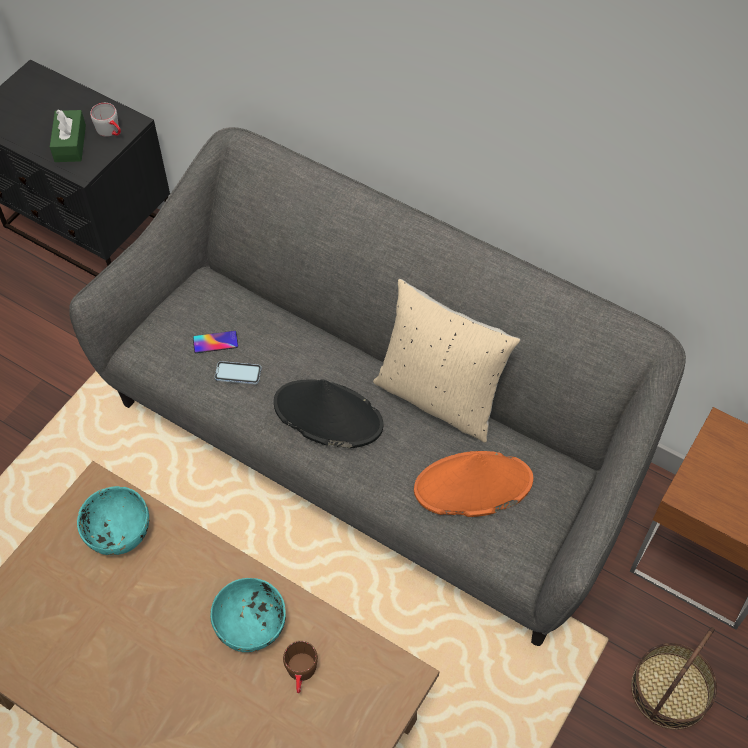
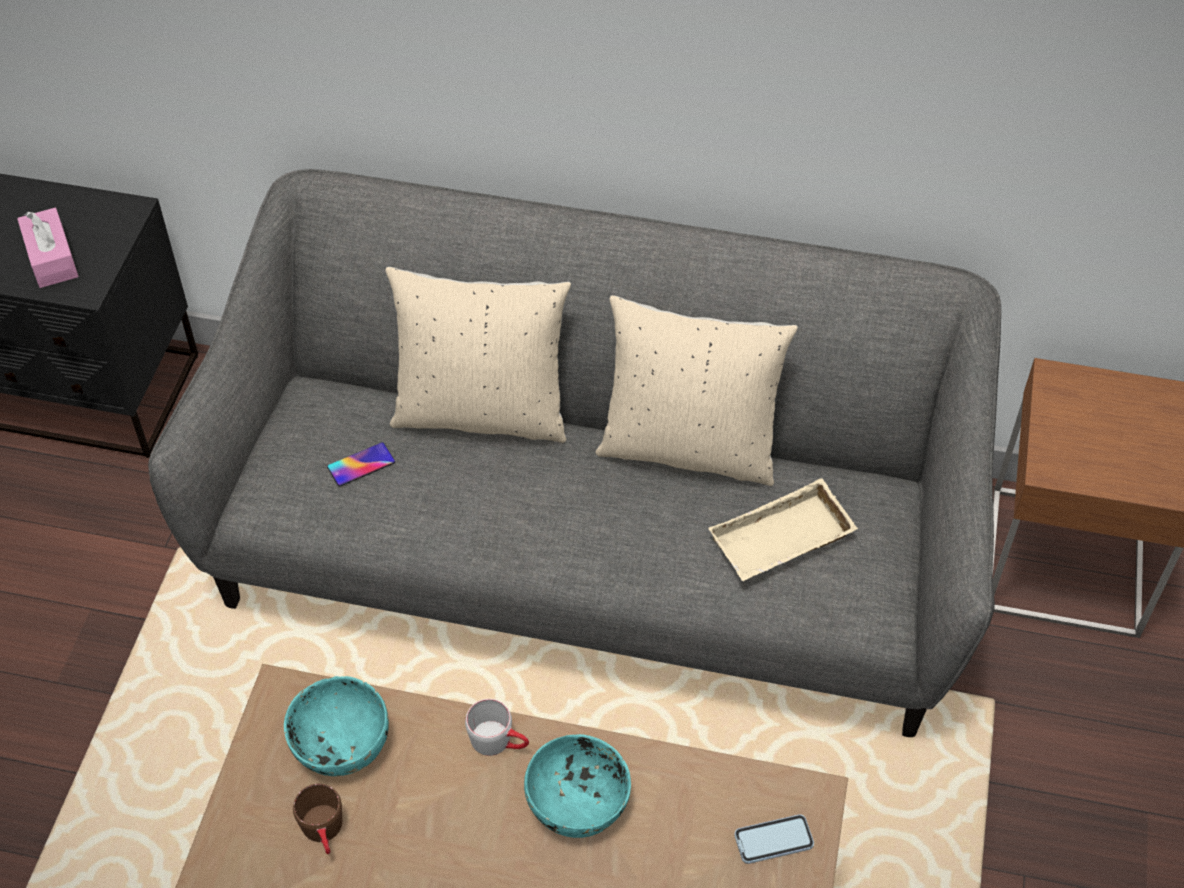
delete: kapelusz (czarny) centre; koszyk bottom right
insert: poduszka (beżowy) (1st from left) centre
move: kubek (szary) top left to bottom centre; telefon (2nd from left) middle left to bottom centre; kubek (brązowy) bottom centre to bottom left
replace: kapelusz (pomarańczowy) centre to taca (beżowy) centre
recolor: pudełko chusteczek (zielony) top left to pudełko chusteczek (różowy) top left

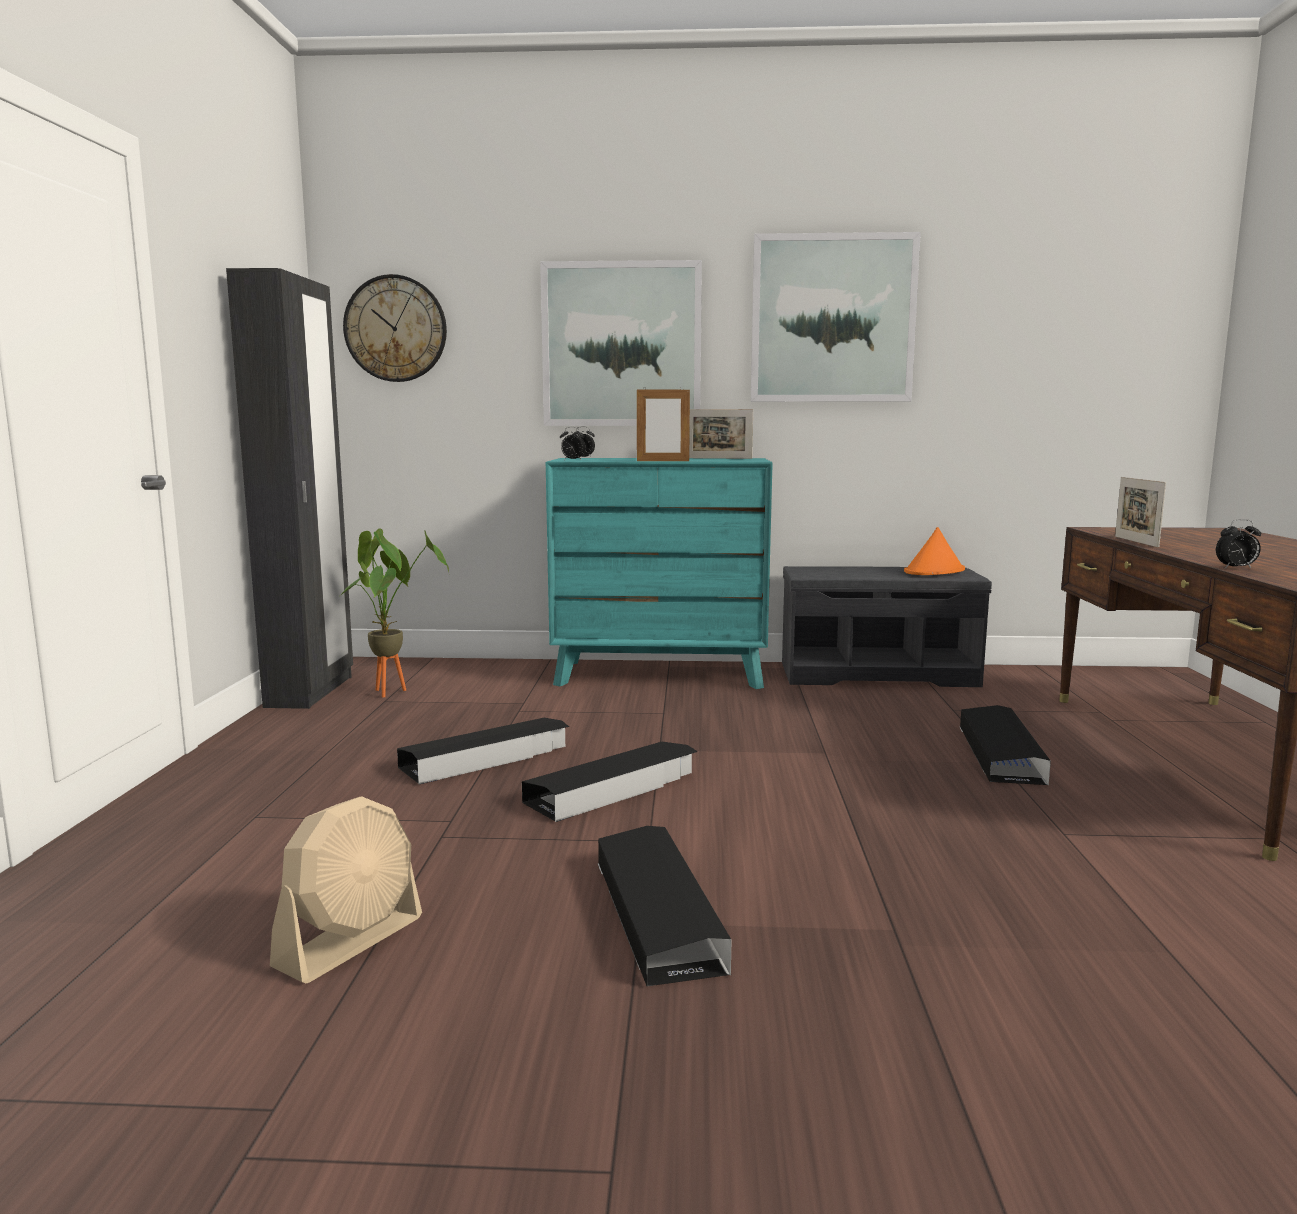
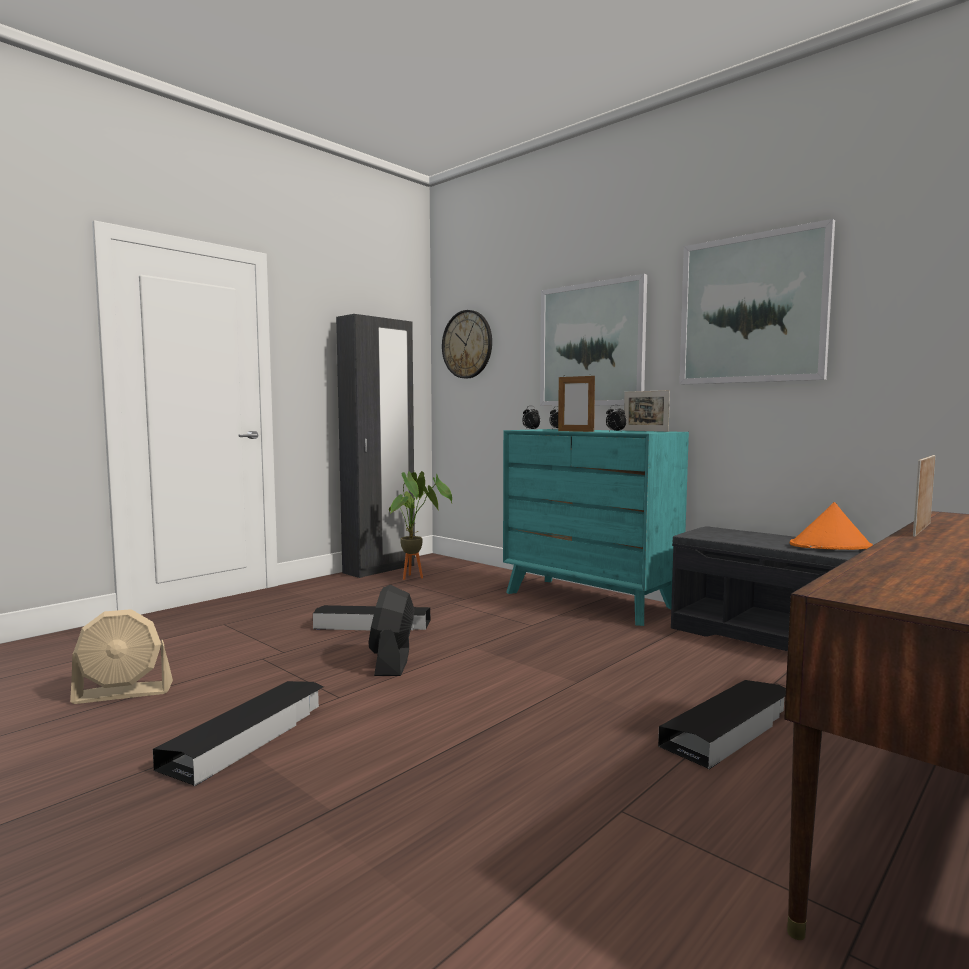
move: budzik (3rd from left) middle right to centre
replace: pojemnik do przechowywania (czarny) (2nd from left) centre to wentylator (czarny) centre

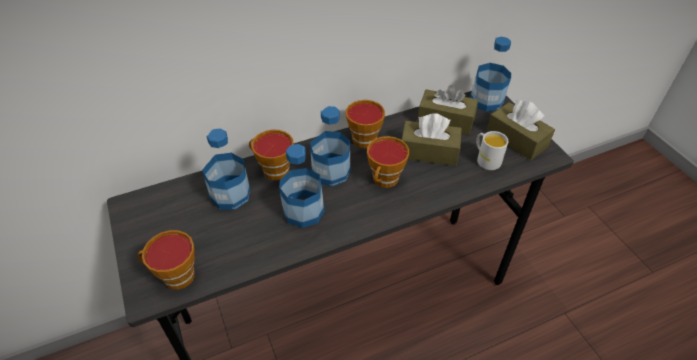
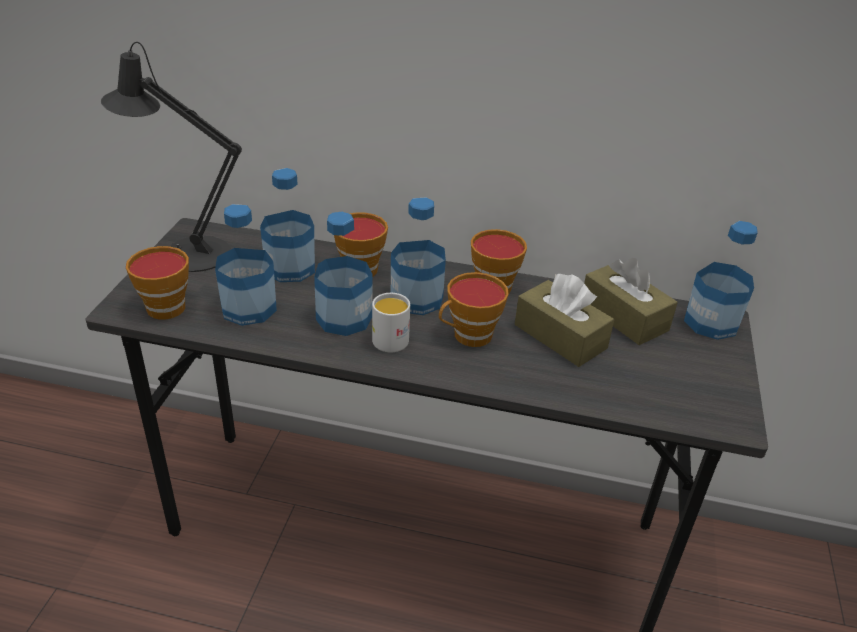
delete: pudełko chusteczek (brązowy) (3rd from left) middle right
insert: lampa stołowa (czarny) top left; butelka (1st from left) middle left
move: kubek (biały) middle right to centre

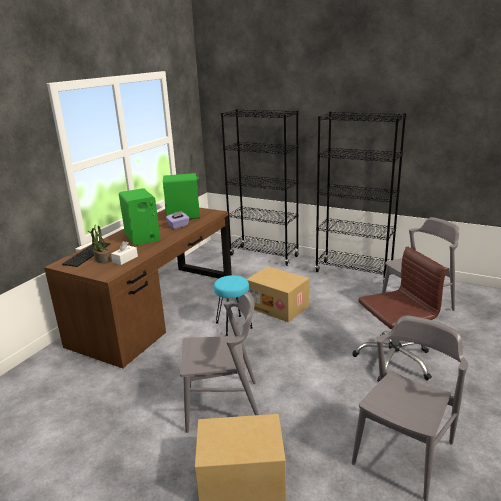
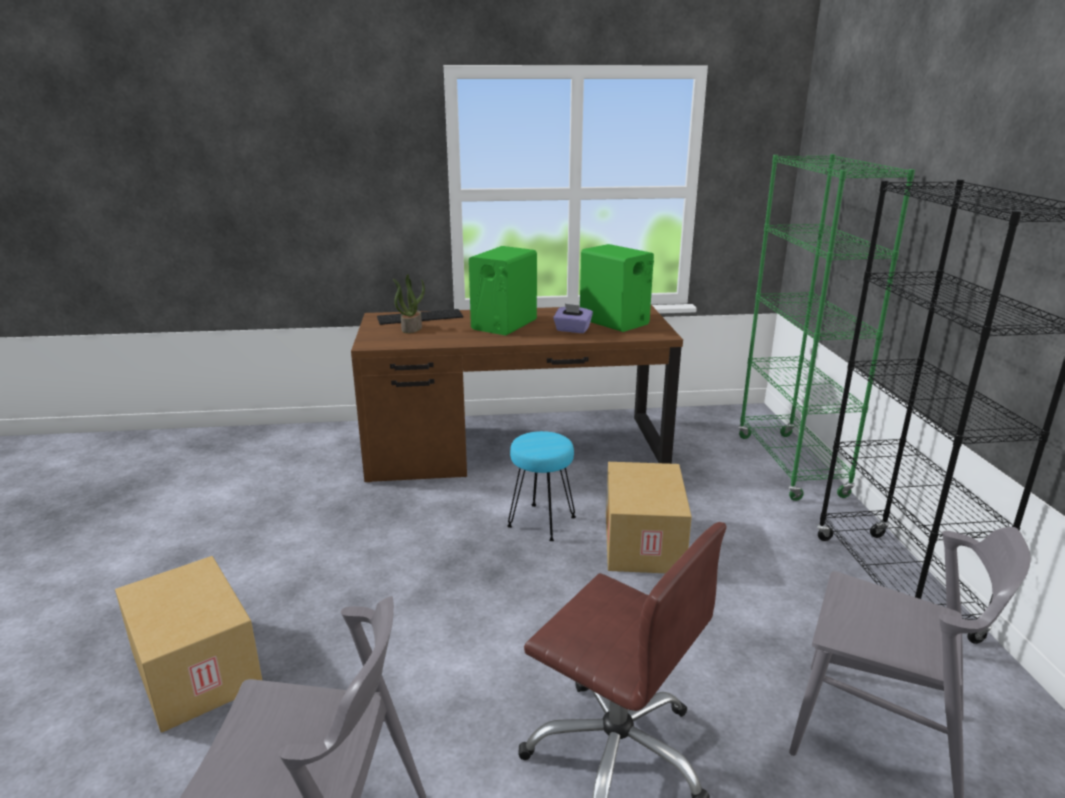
delete: pudełko chusteczek (biały) middle left; krzesło (szary) (1st from left) bottom centre
recolor: regał (czarny) (1st from left) centre to regał (zielony) middle right

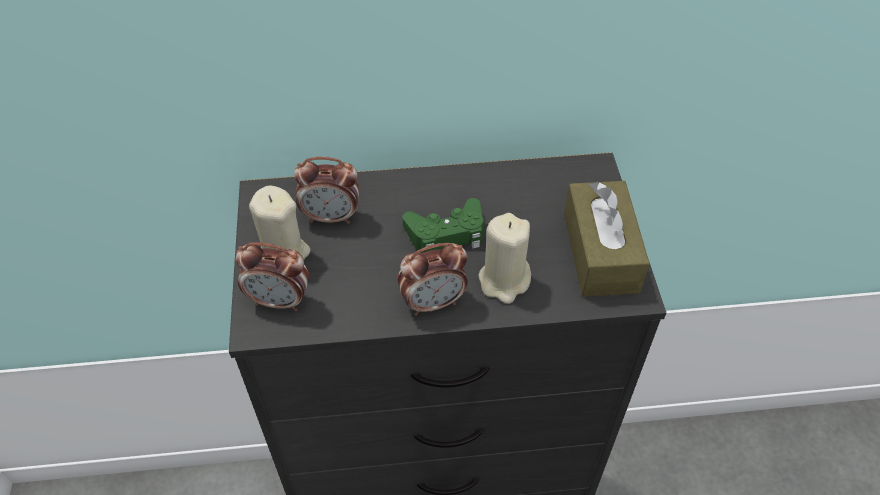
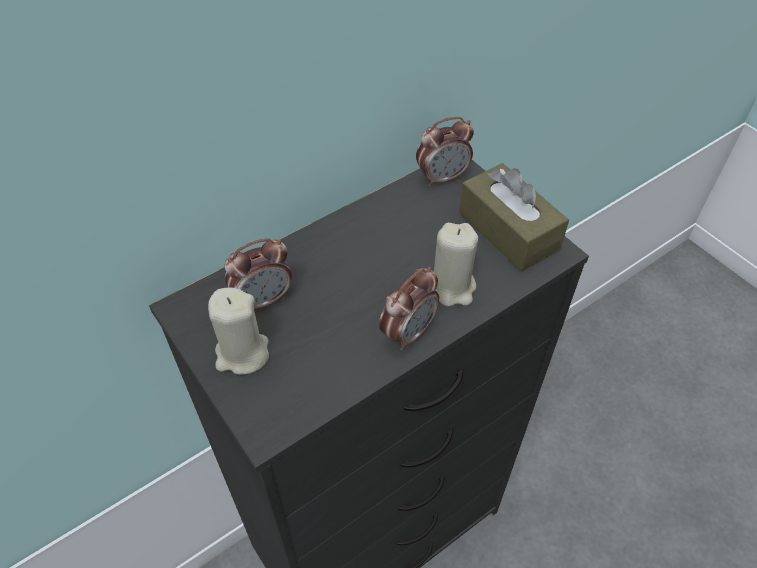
delete: pad do gier (zielony) centre
move: budzik (1st from left in the first image) middle left to budzik (3rd from left) top centre

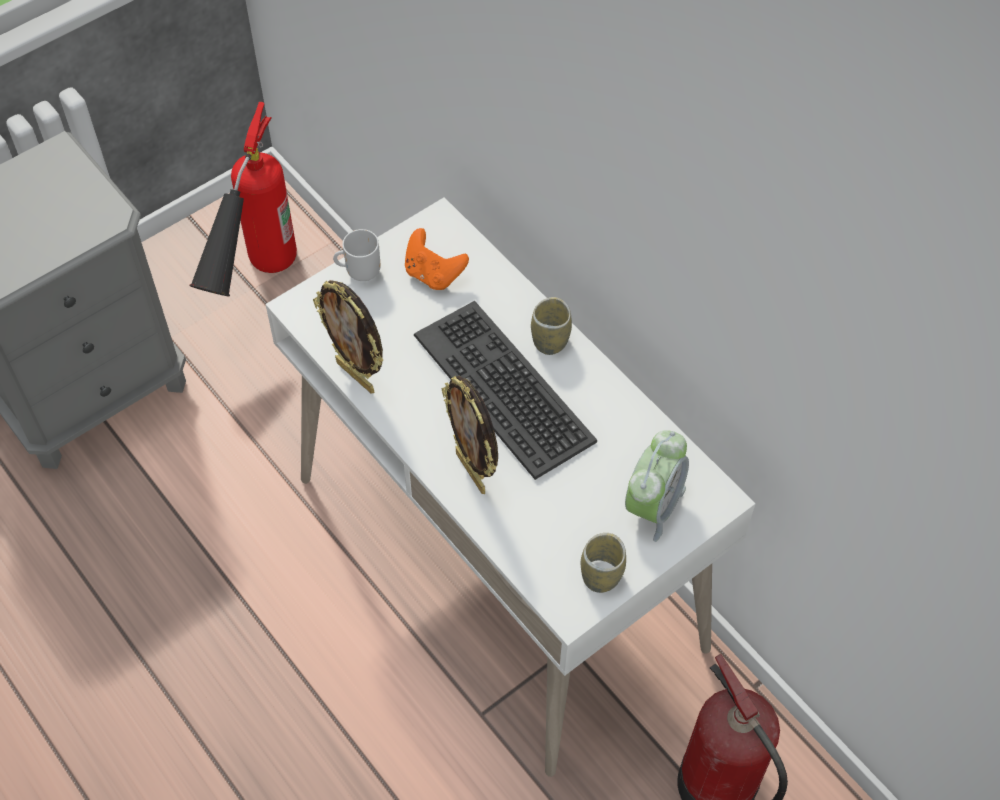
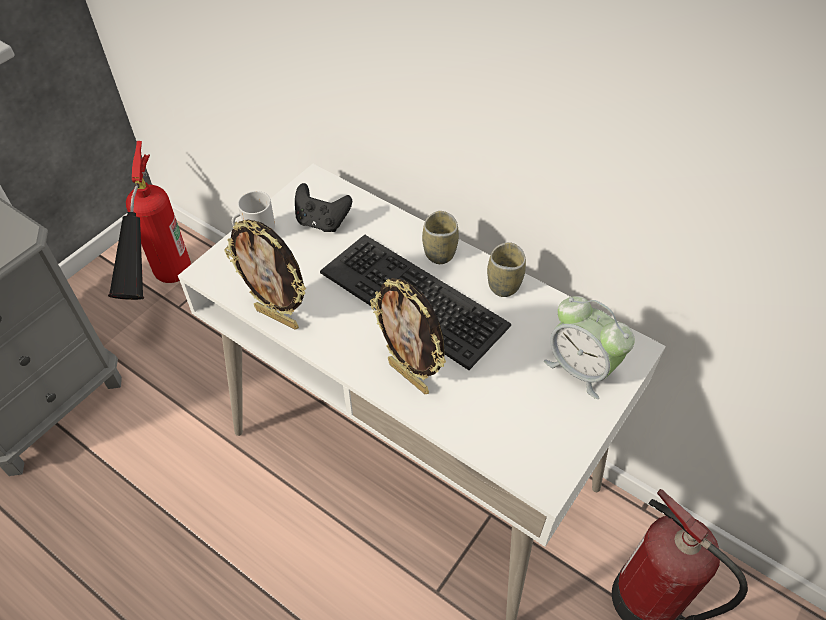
move: filiżanka (2nd from left) bottom centre to centre
recolor: pad do gier (pomarańczowy) top centre to pad do gier (czarny) centre
rotate: budzik centre = middle right 120 degrees clockwise

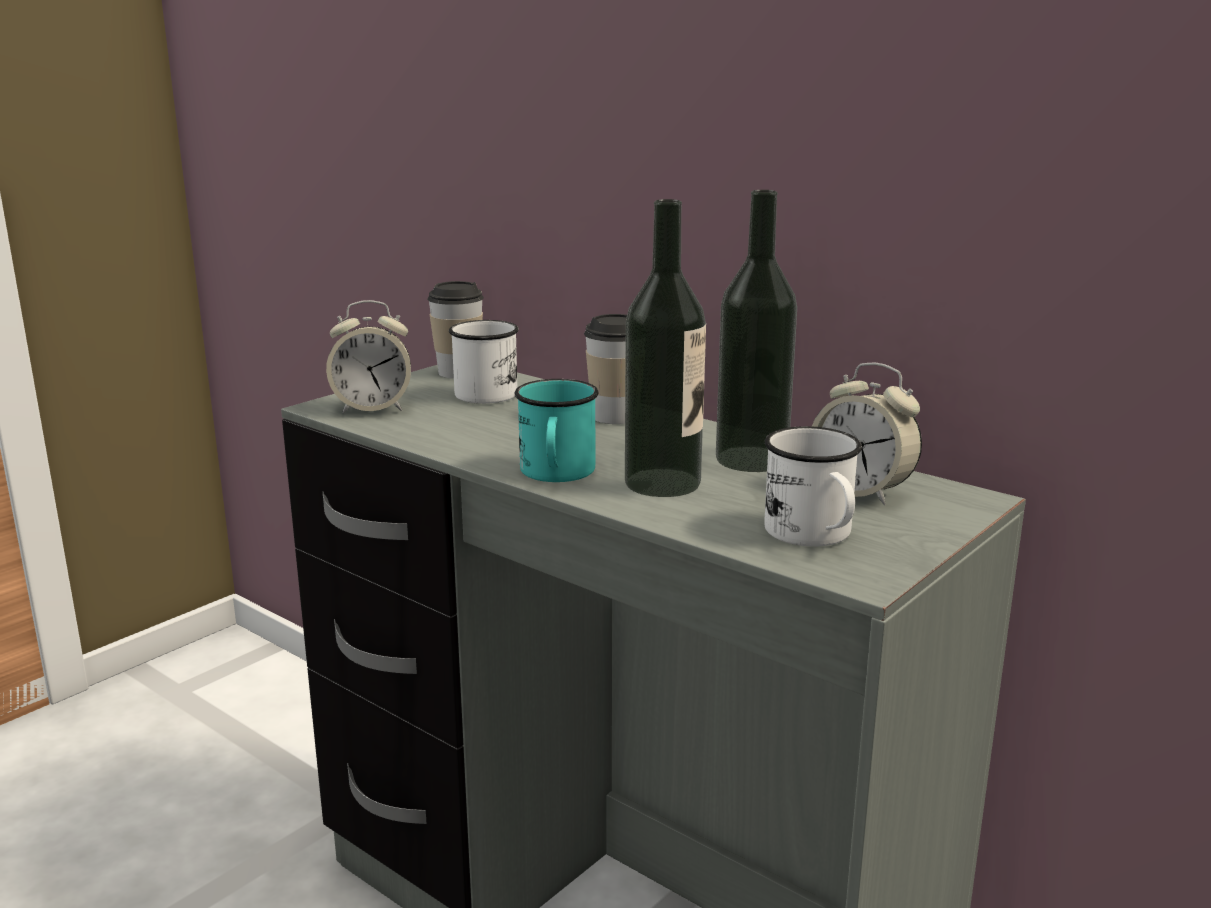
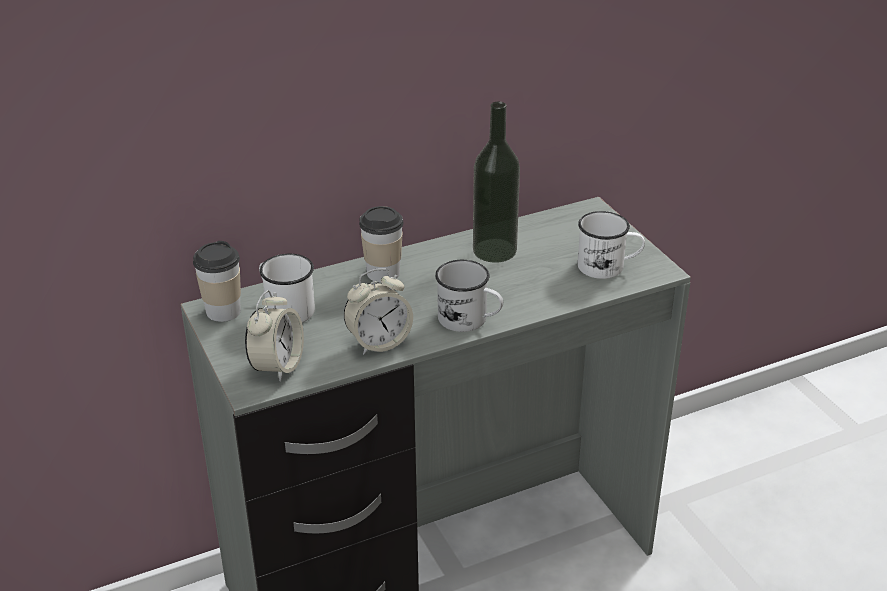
delete: butelka (1st from left) centre
move: budzik (2nd from left) middle right to centre
recolor: kubek (turkusowy) centre to kubek (biały) (2nd from left) centre

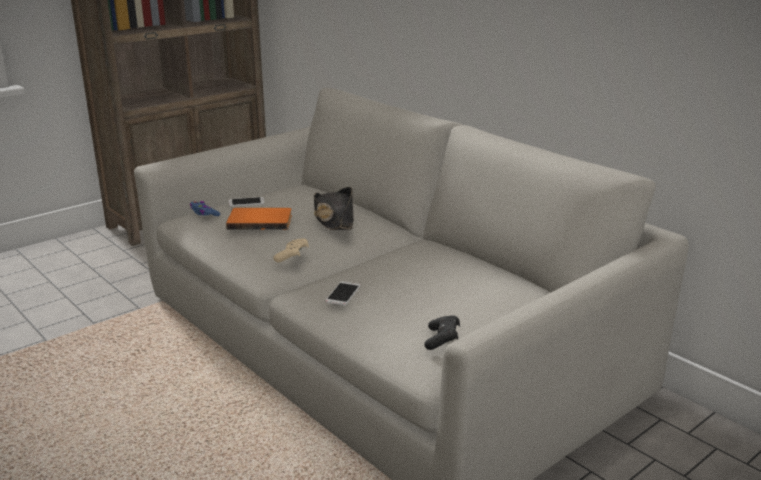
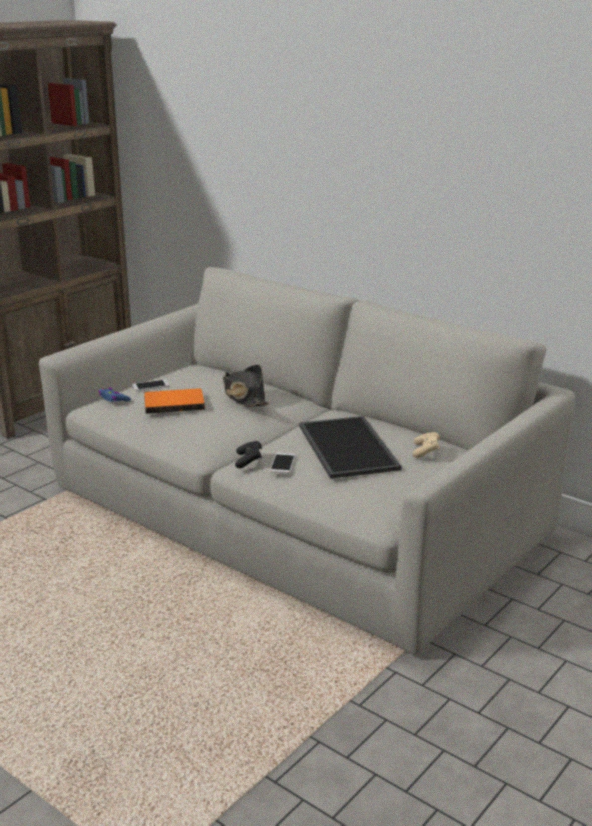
insert: taca centre
move: pad do gier (beżowy) centre to middle right; pad do gier (czarny) bottom centre to centre

